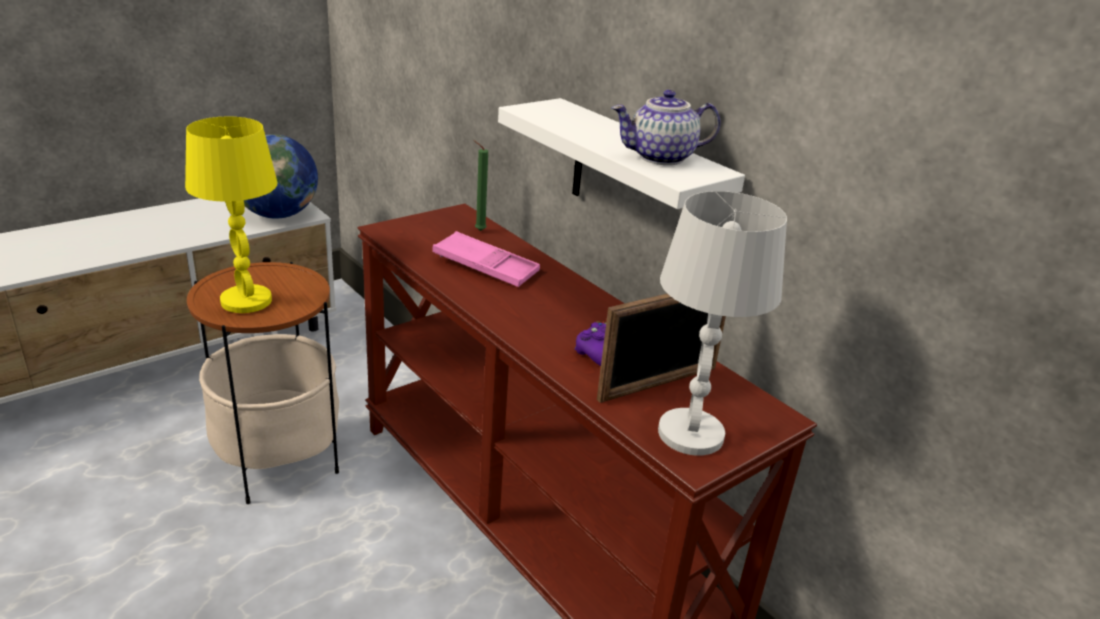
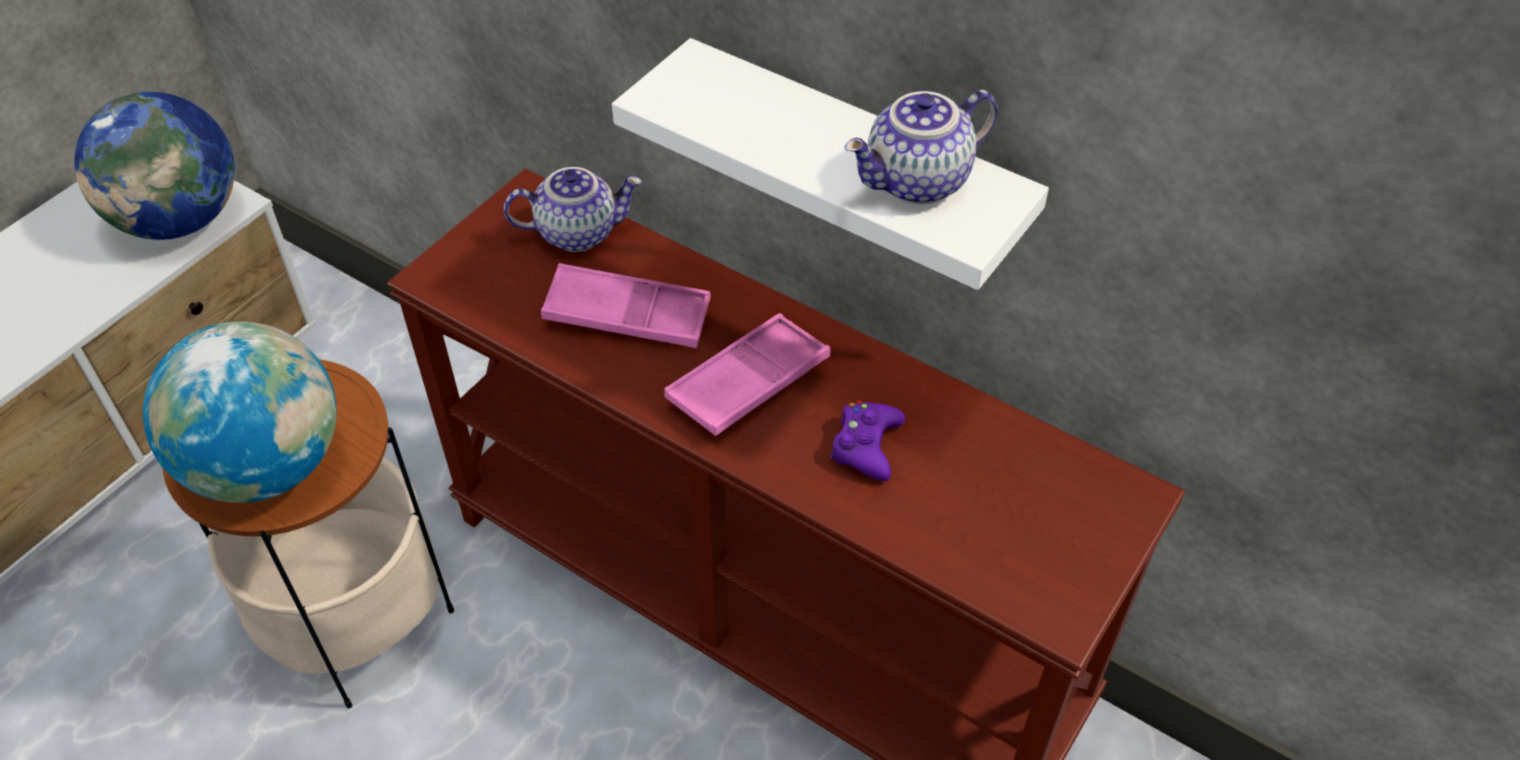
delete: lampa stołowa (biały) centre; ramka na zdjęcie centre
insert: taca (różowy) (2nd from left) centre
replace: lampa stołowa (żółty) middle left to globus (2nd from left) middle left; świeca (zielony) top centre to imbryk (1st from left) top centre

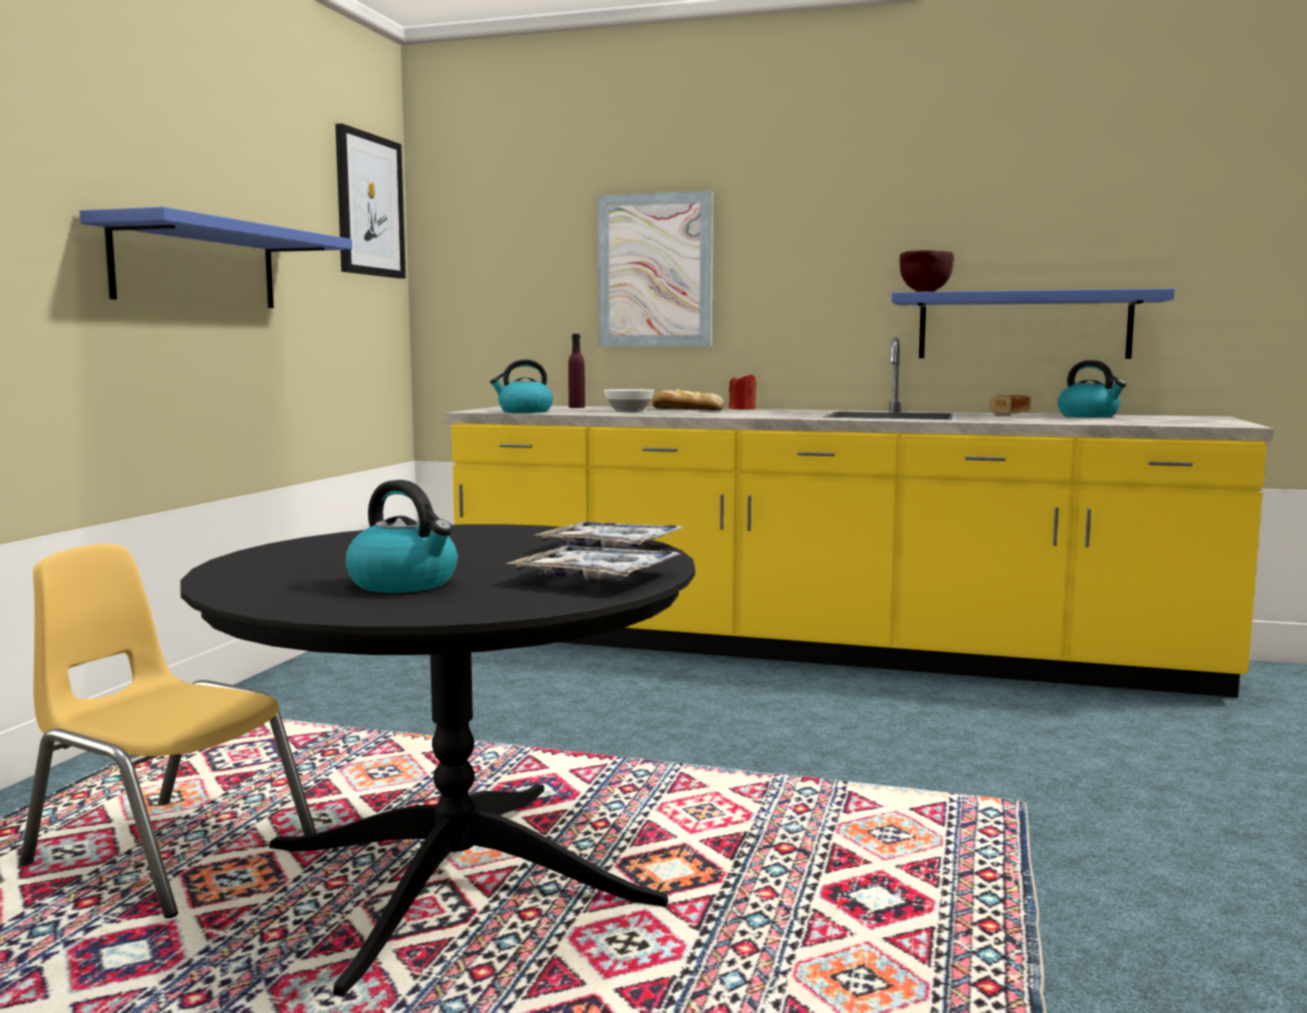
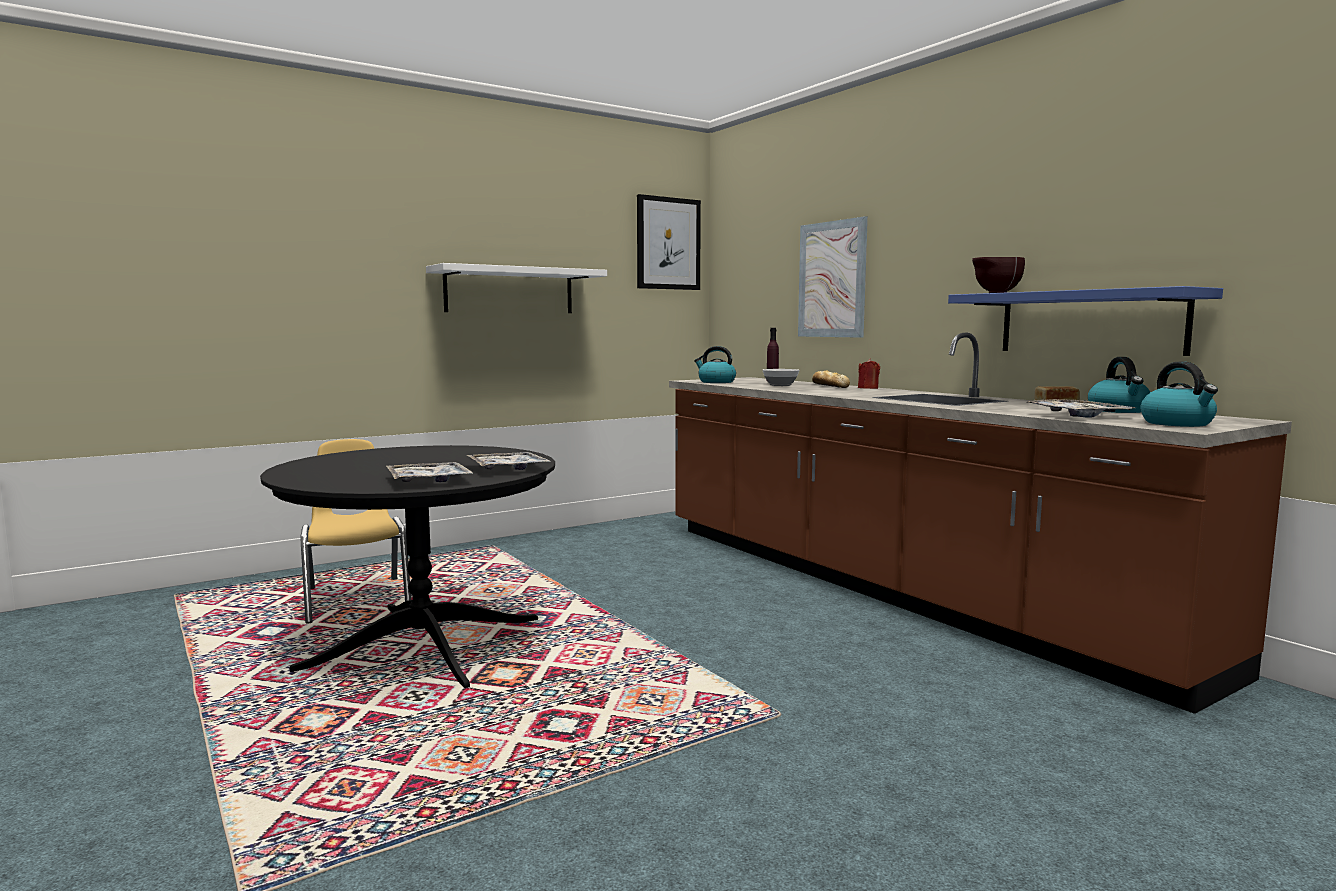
insert: taca (3rd from left) middle right
move: czajnik (1st from left in the first image) middle left to czajnik (3rd from left) middle right
recolor: półka (niebieski) (1st from left) top left to półka (biały) top centre; zabudowa kuchenna (żółty) centre to zabudowa kuchenna (brązowy) middle right

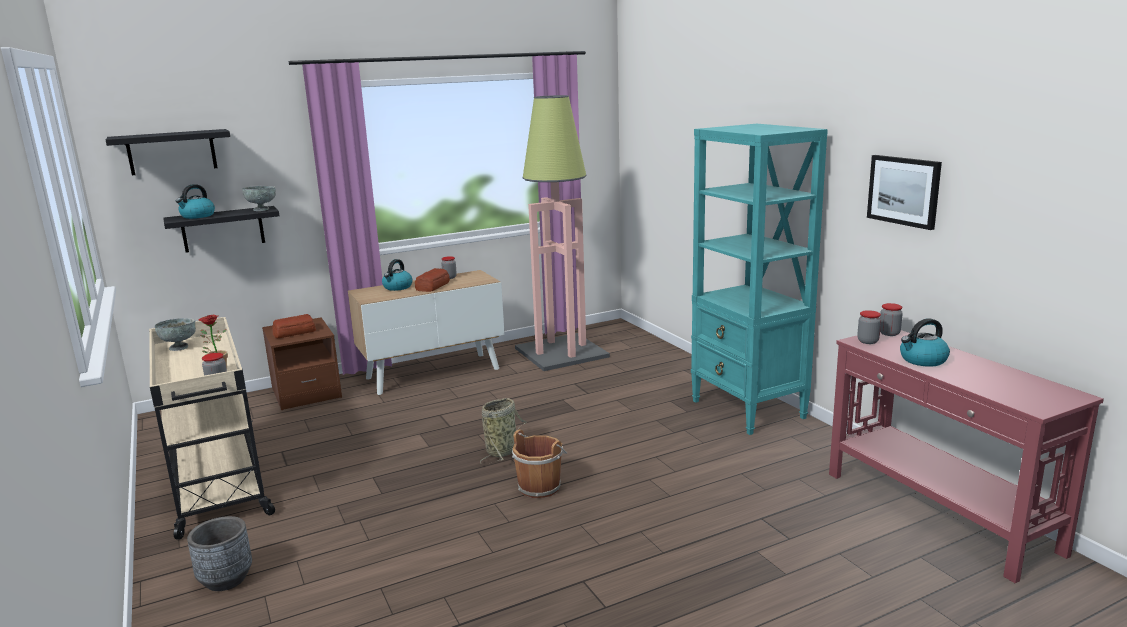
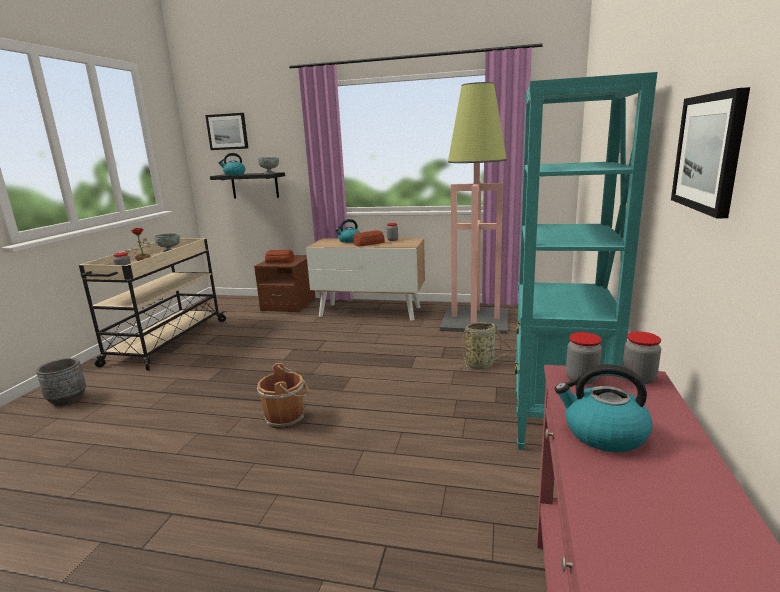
move: koszyk bottom centre to centre
replace: półka (czarny) (1st from left) top left to obraz (1st from left) top left

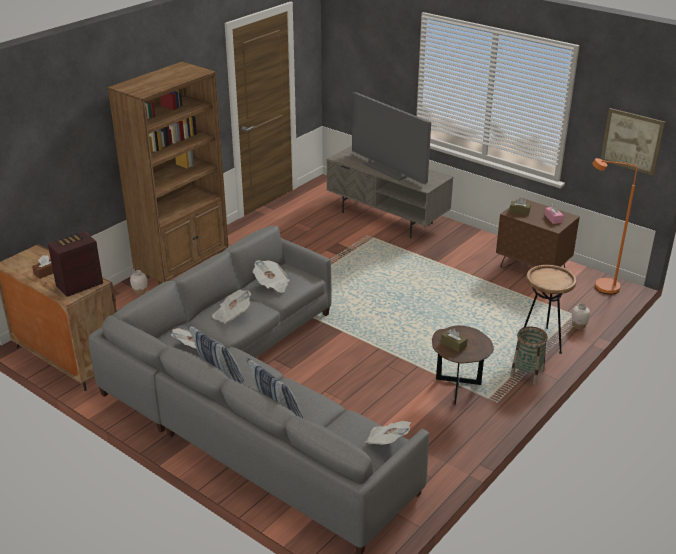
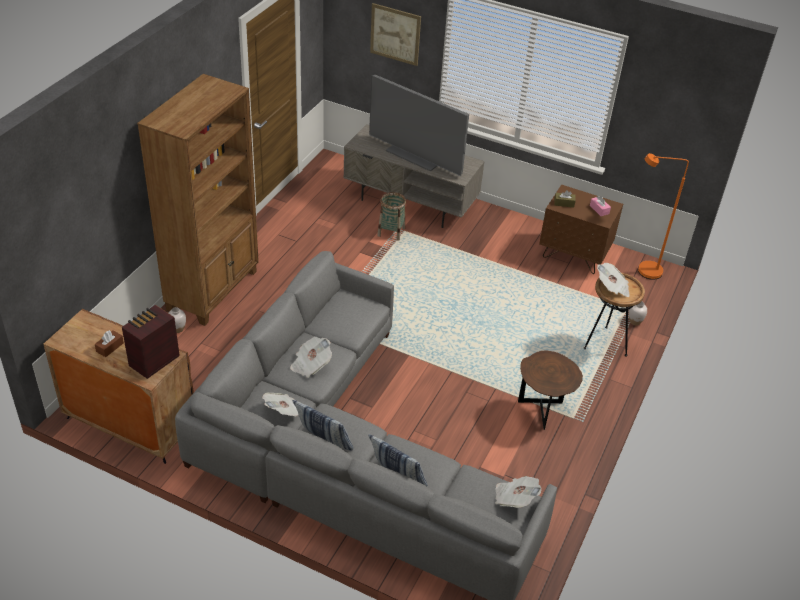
delete: pudełko chusteczek (brązowy) (2nd from left) middle right
move: obraz top right to top centre; gazeta (3rd from left in the first image) centre to gazeta (4th from left) middle right; koszyk middle right to centre

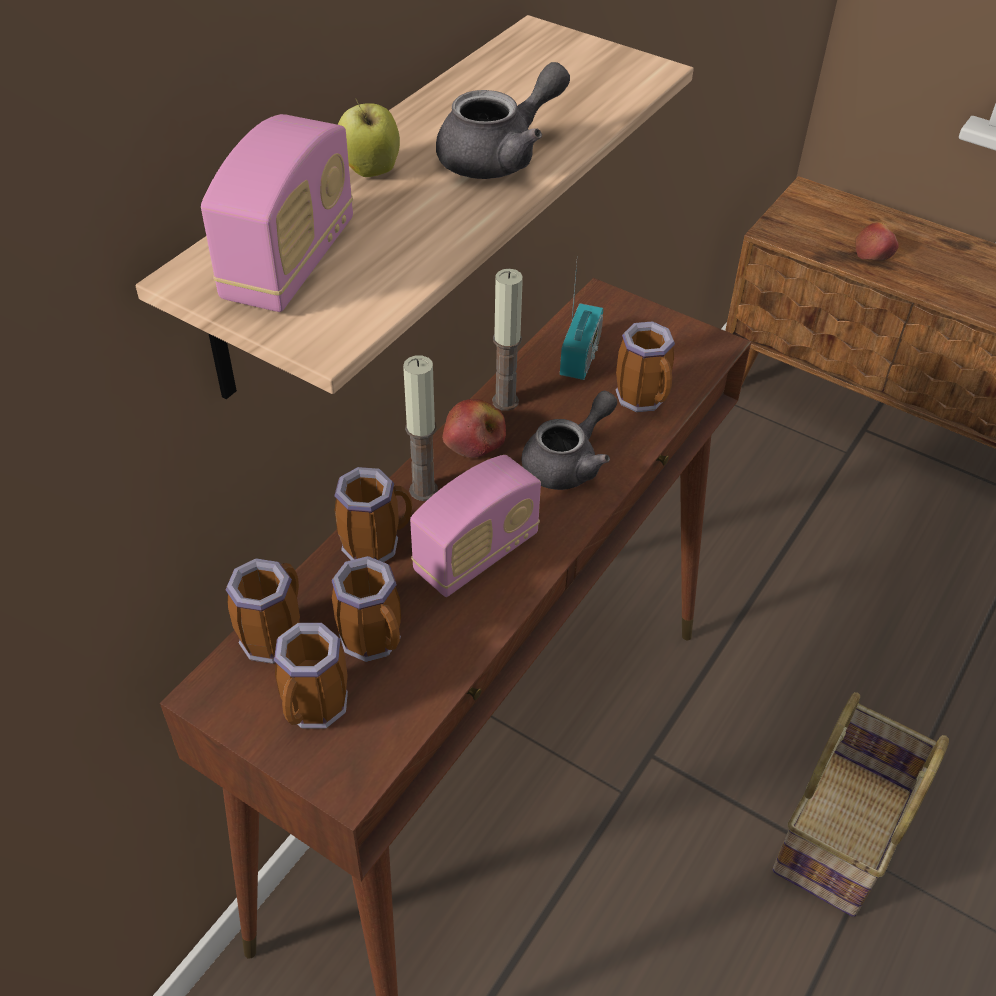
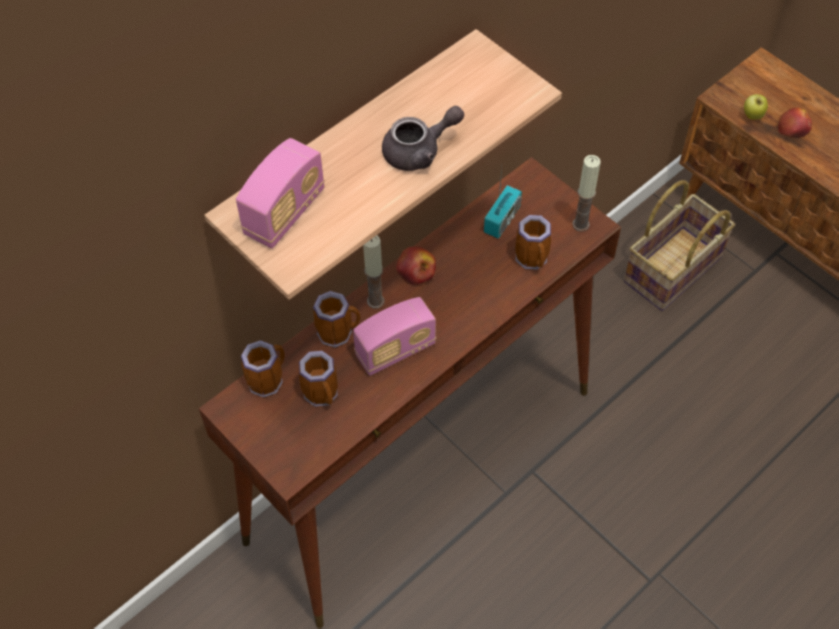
delete: imbryk (szary) (2nd from left) centre; kubek (2nd from left) bottom left
move: jabłko (1st from left in the first image) top centre to jabłko (2nd from left) top right; świeca (2nd from left) centre to top right; koszyk bottom right to middle right

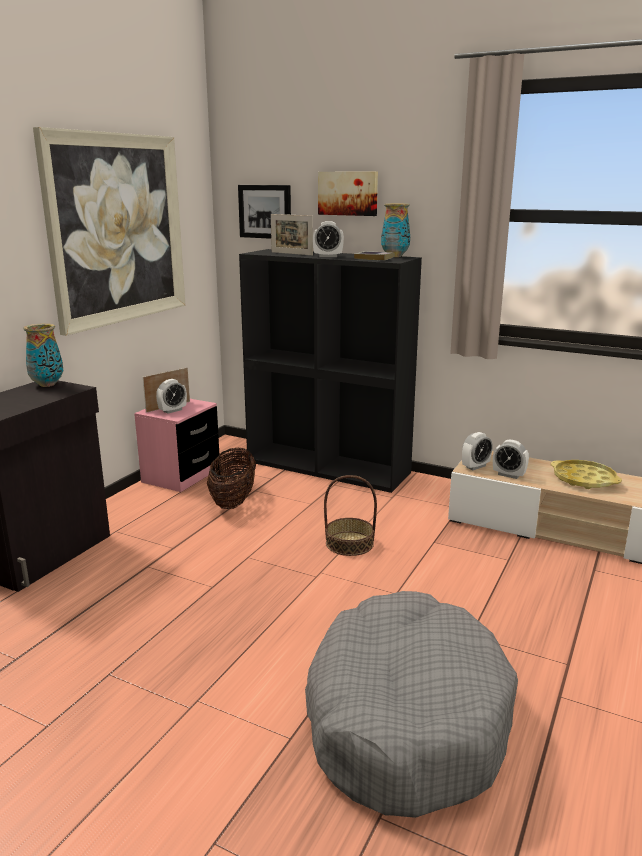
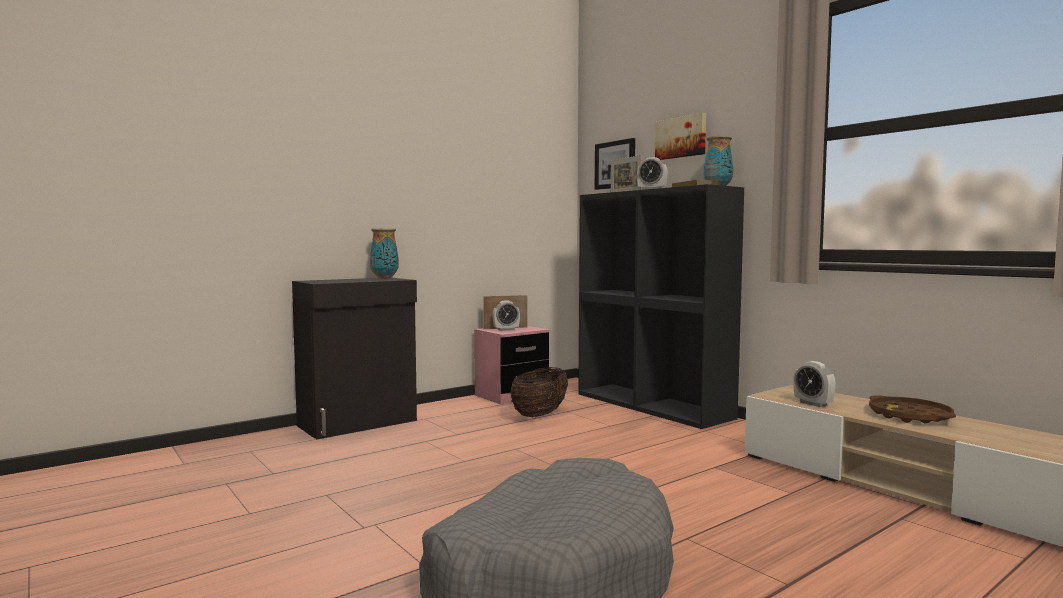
delete: obraz (1st from left) top left; budzik (3rd from left) middle right; koszyk (2nd from left) centre
recolor: taca (żółty) middle right to taca (brązowy) bottom right

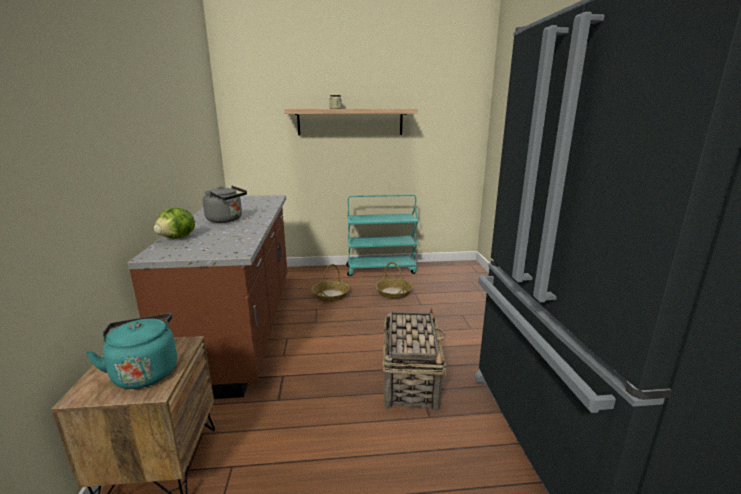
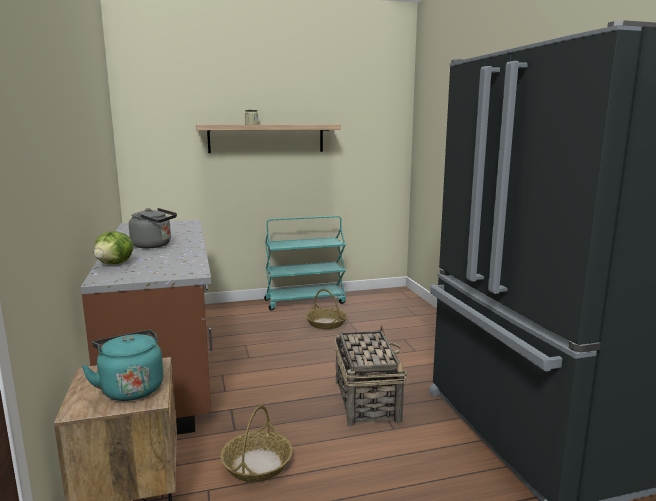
move: koszyk (1st from left) centre to bottom centre

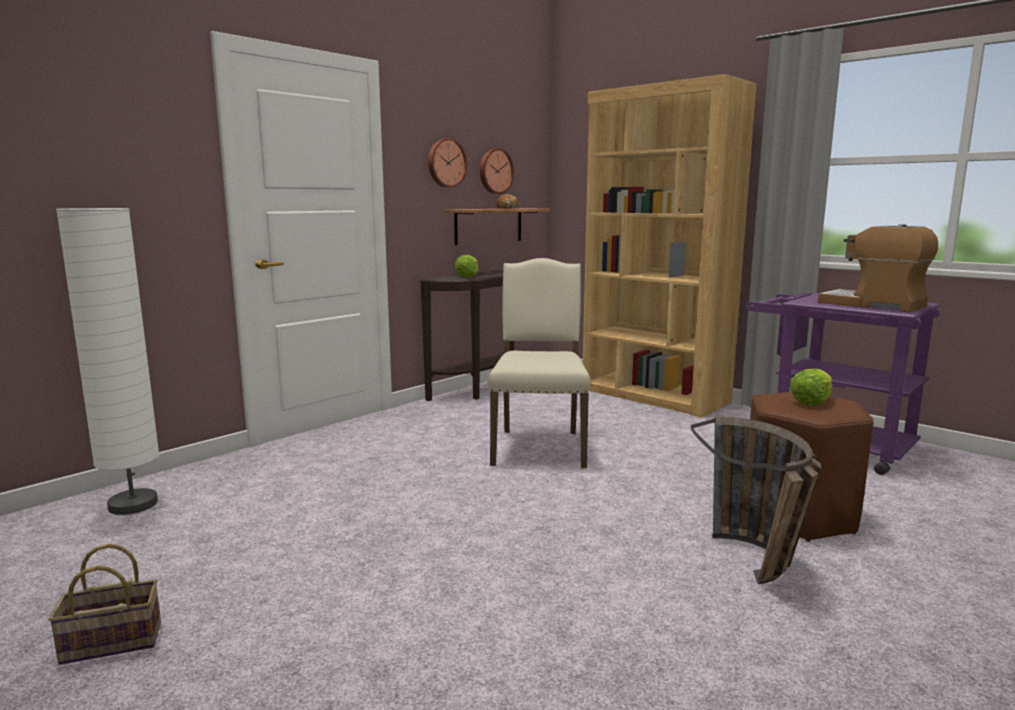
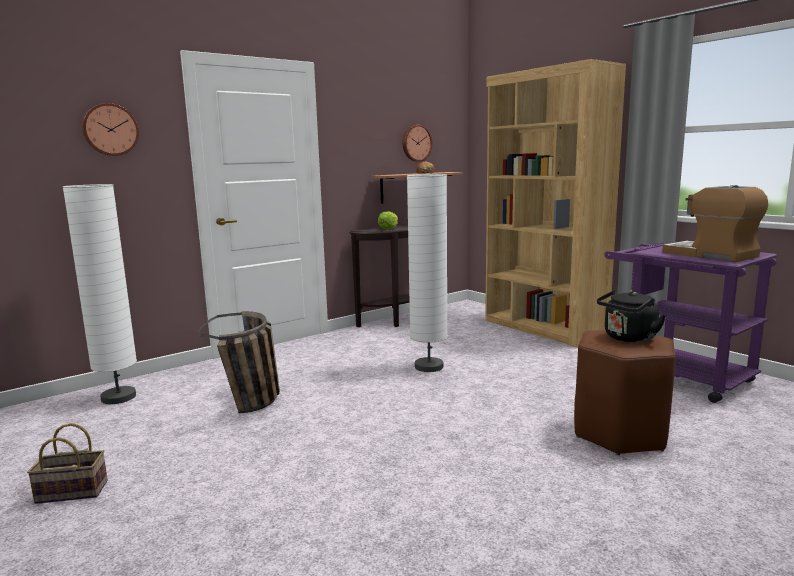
move: zegar ścienny (1st from left) top centre to top left; koszyk (2nd from left) bottom right to middle left
replace: krzesło (beżowy) centre to lampa stojąca (biały) (2nd from left) centre; sałata (2nd from left) middle right to czajnik (czarny) middle right

